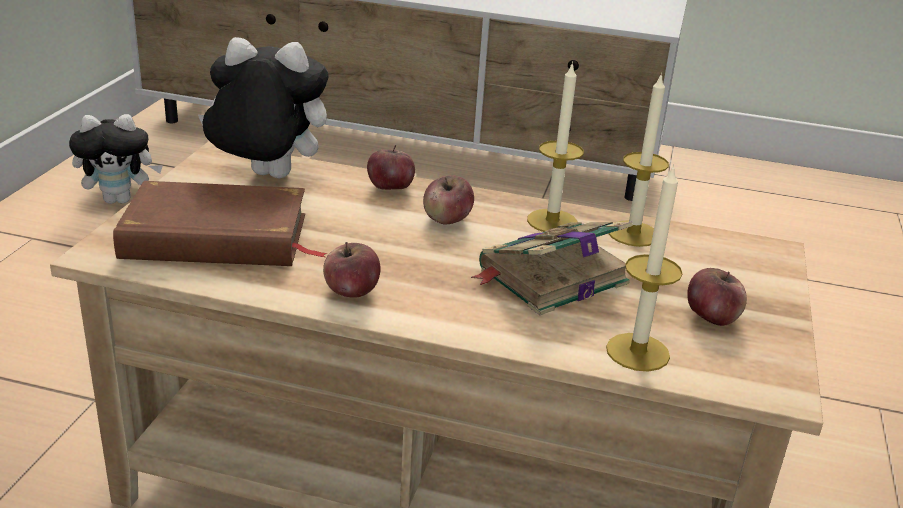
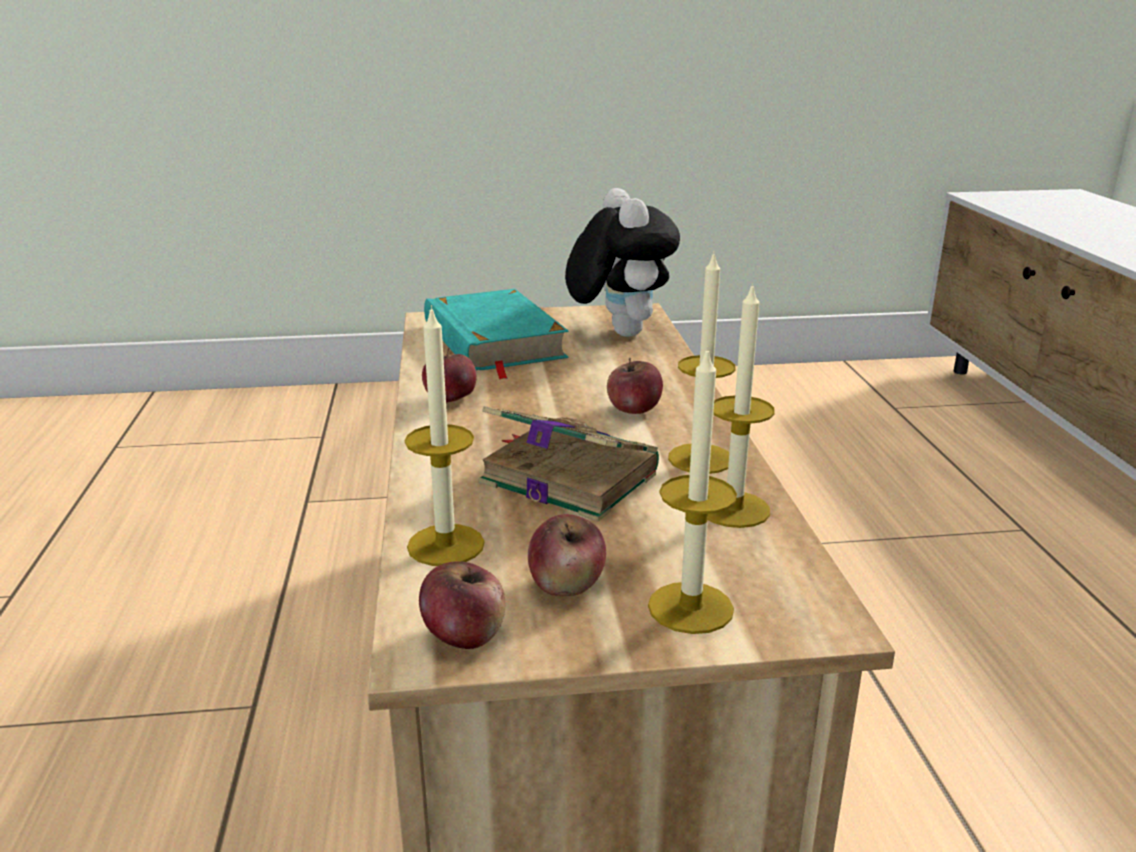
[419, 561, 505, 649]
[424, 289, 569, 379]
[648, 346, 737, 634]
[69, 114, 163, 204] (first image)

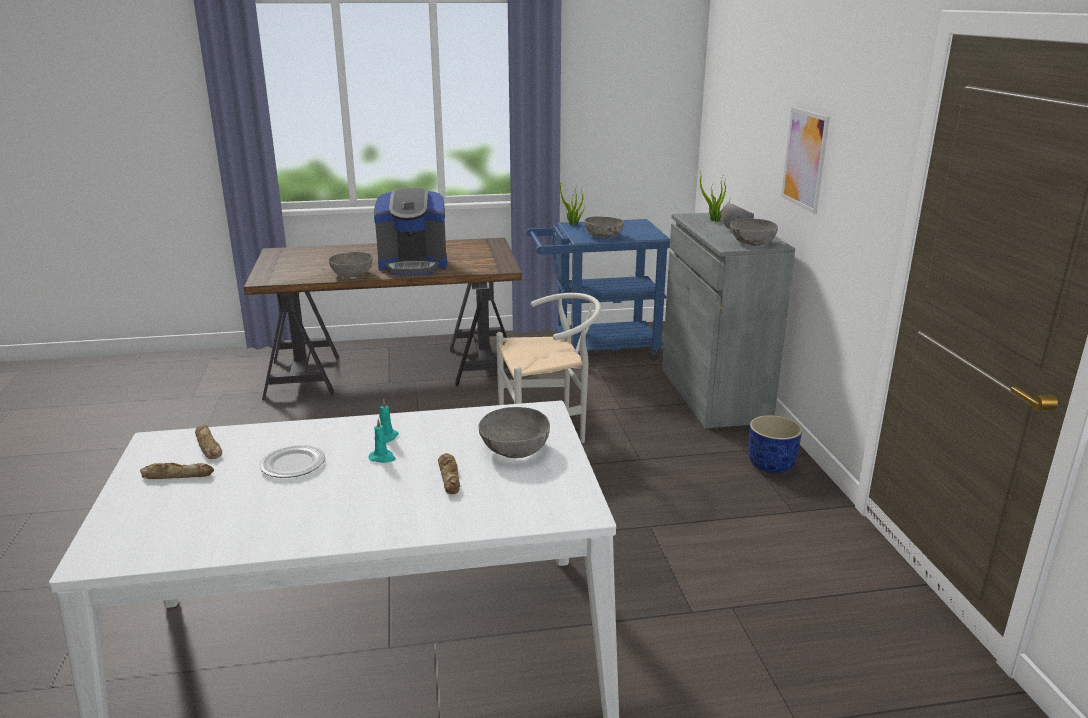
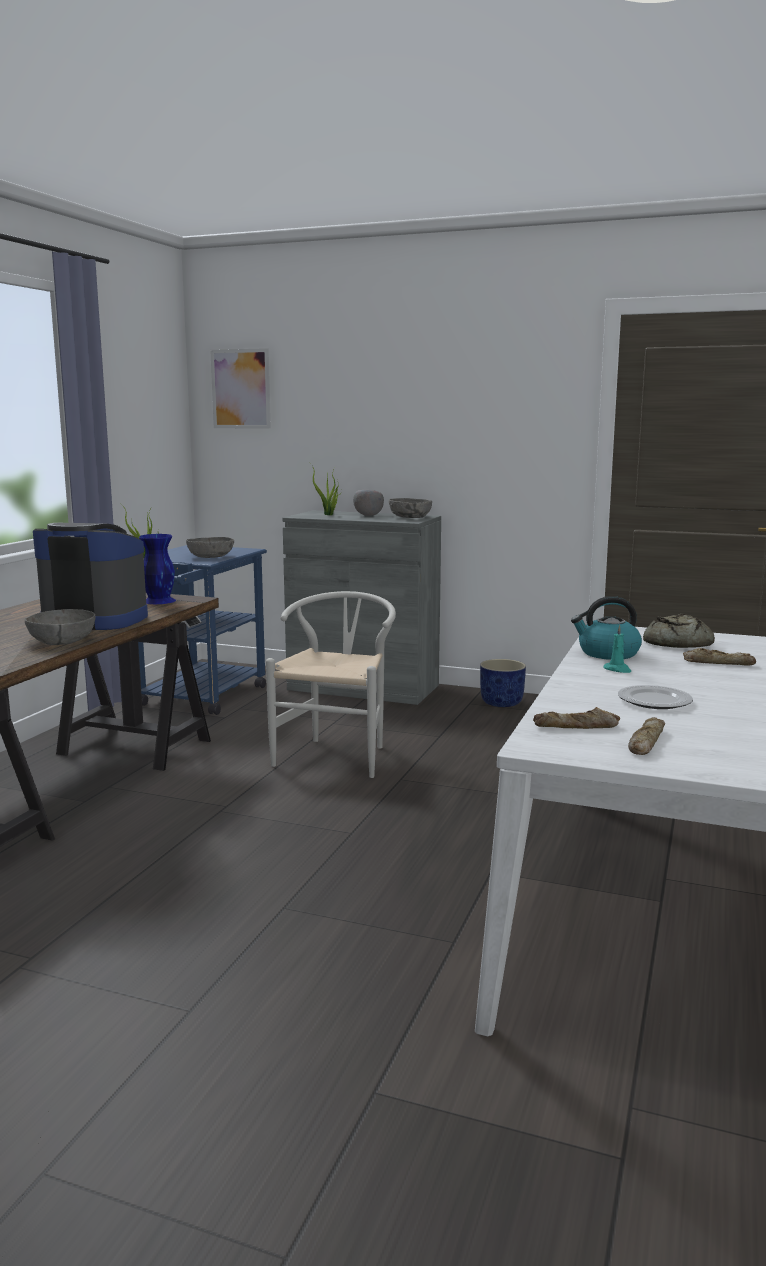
[33, 523, 148, 630]
[139, 534, 176, 604]
[210, 348, 271, 429]
[571, 596, 642, 660]
[643, 613, 715, 648]
[369, 418, 396, 463] (first image)

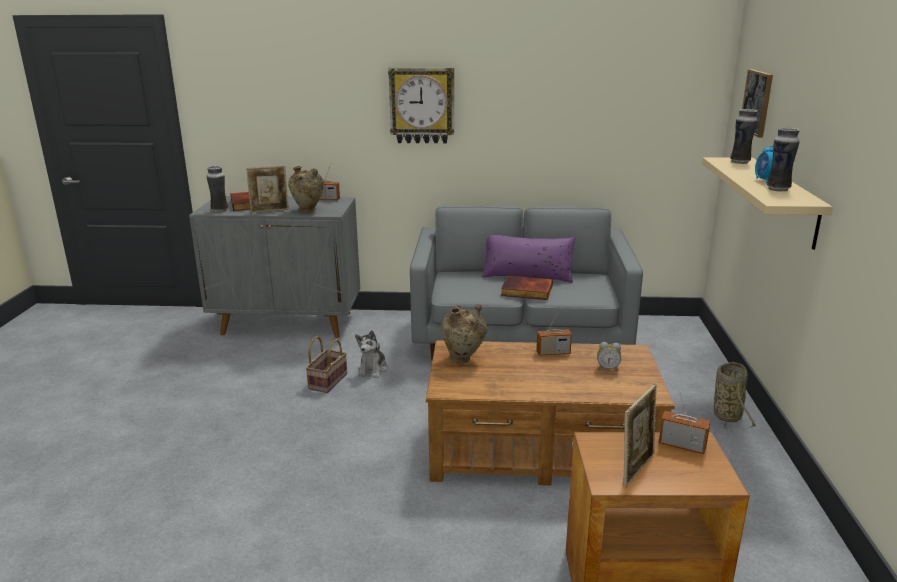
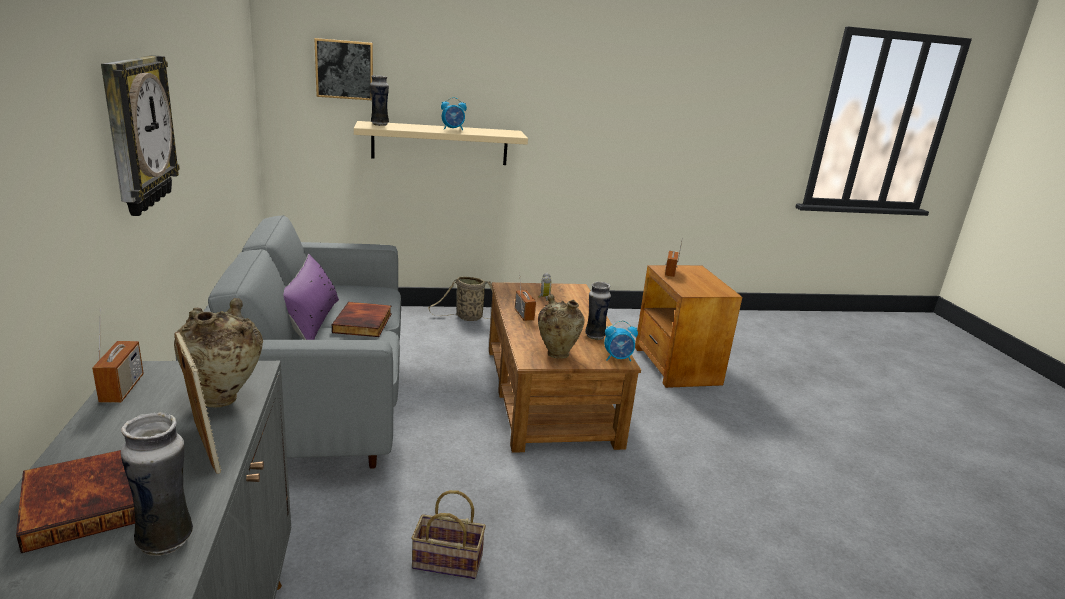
[585, 282, 611, 340]
[604, 321, 638, 362]
[355, 330, 388, 378] (first image)
[624, 384, 657, 487] (first image)

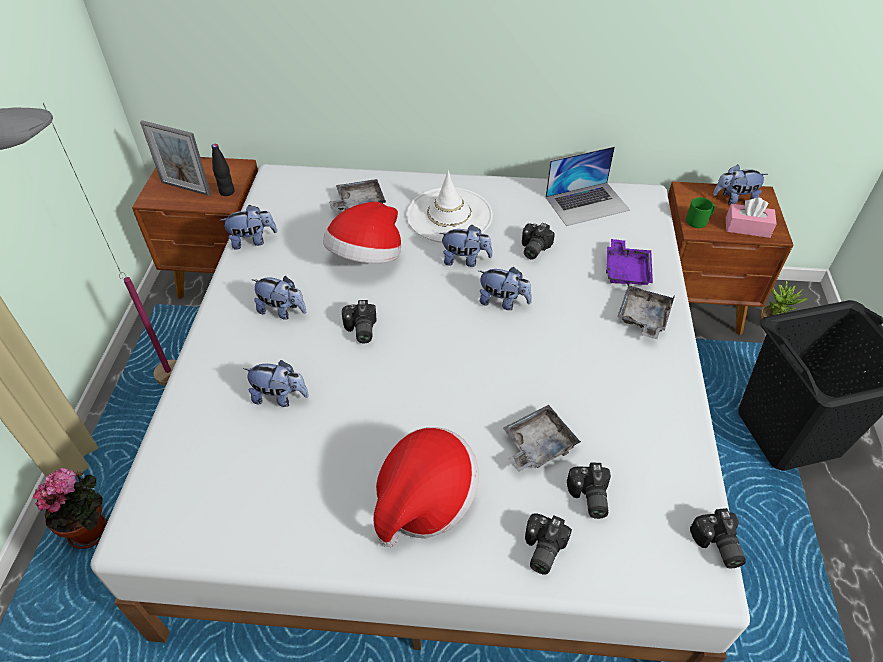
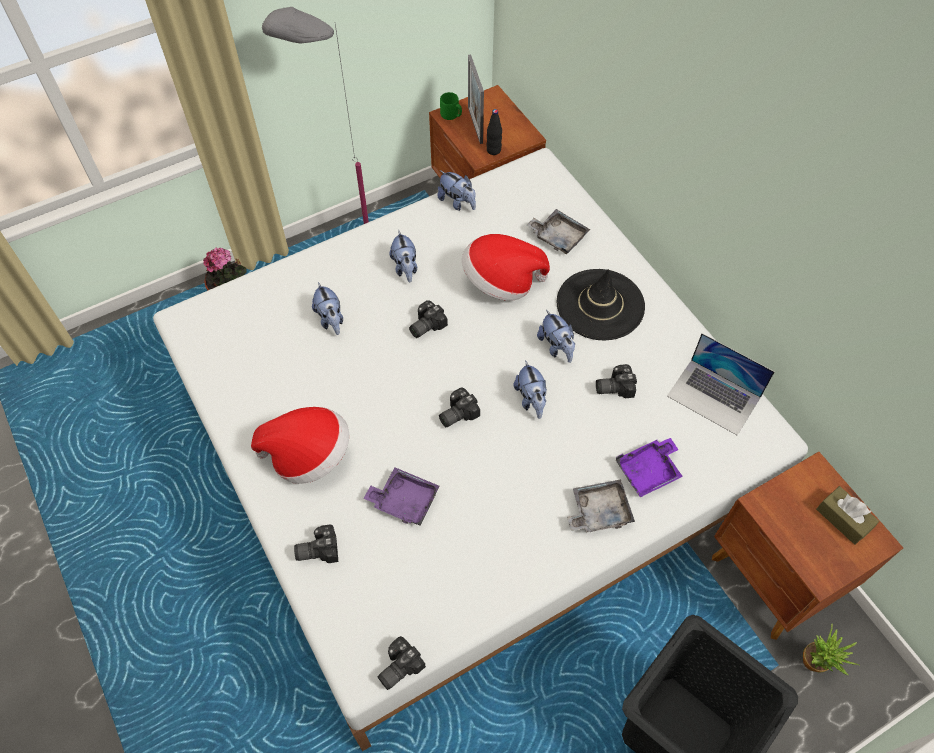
[363, 467, 440, 526]
[439, 387, 480, 427]
[440, 92, 462, 120]
[557, 269, 645, 340]
[816, 486, 879, 545]
[726, 198, 777, 238] (first image)

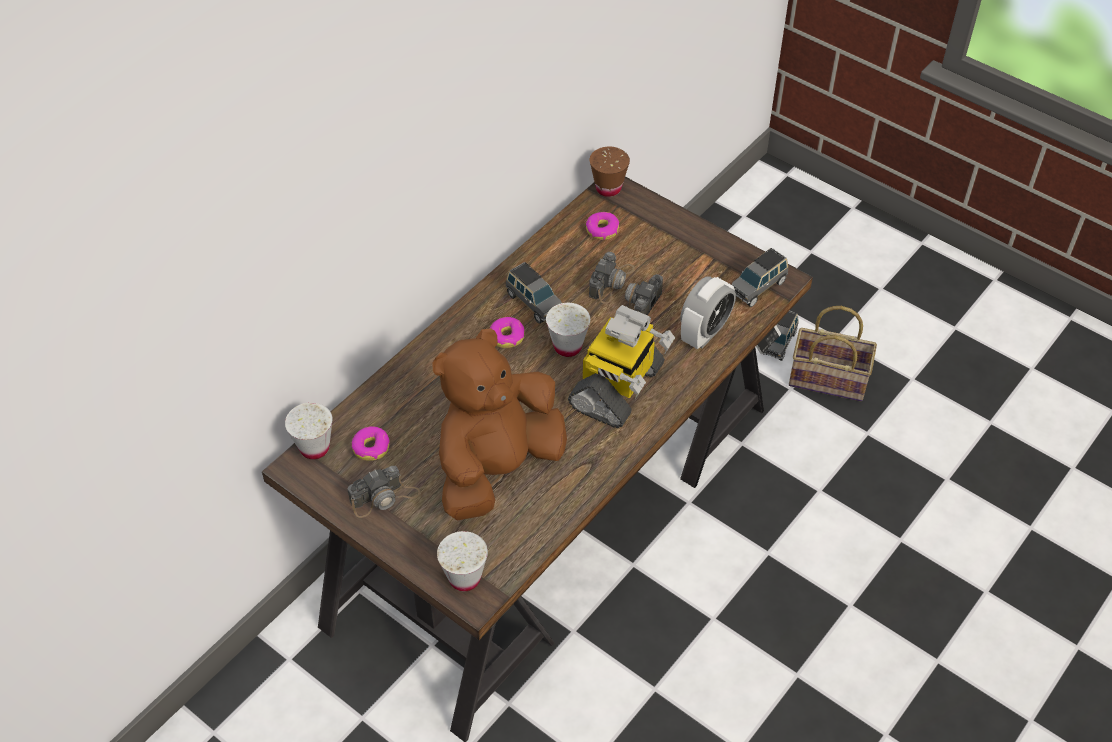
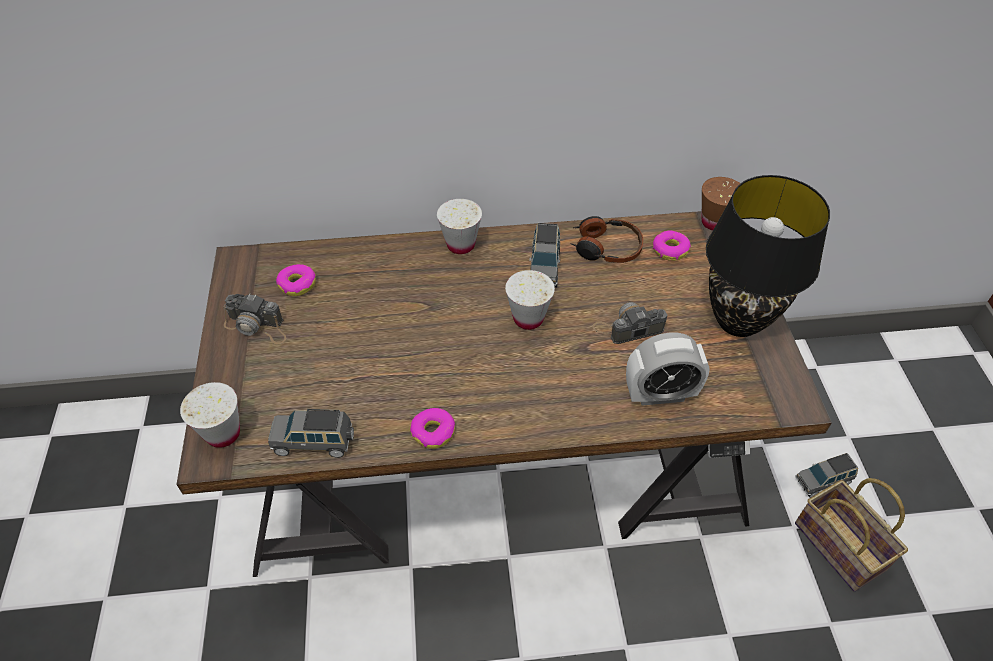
[268, 409, 354, 458]
[410, 408, 455, 449]
[437, 199, 482, 254]
[572, 216, 643, 263]
[706, 175, 830, 337]
[433, 329, 567, 521] (first image)
[568, 305, 675, 428] (first image)
[589, 252, 635, 304] (first image)

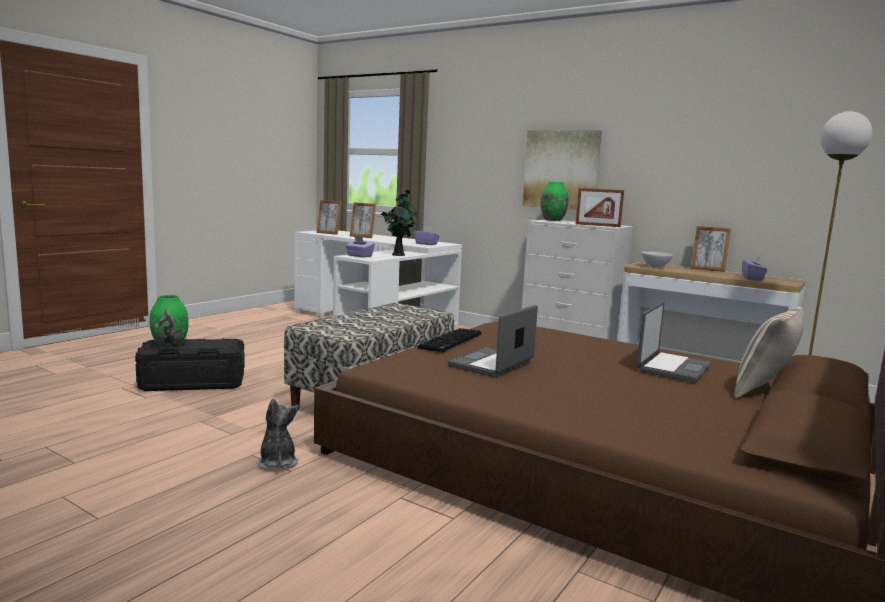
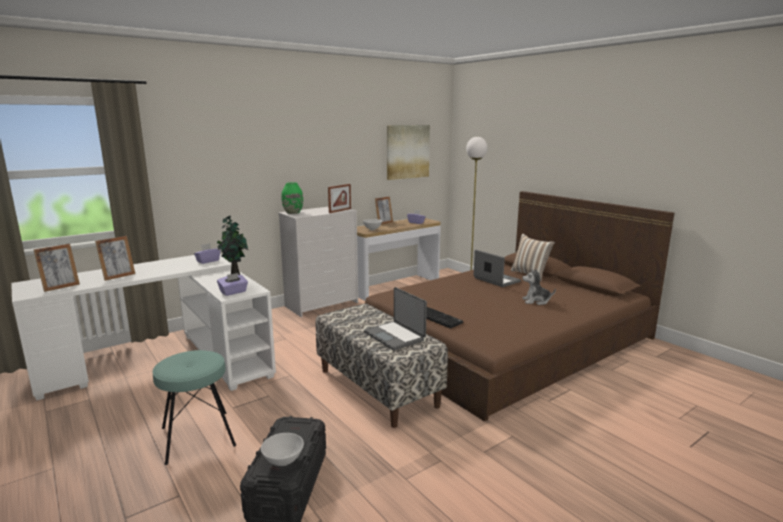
[152, 350, 236, 465]
[261, 433, 304, 466]
[364, 287, 427, 350]
[387, 125, 430, 180]
[522, 269, 556, 305]

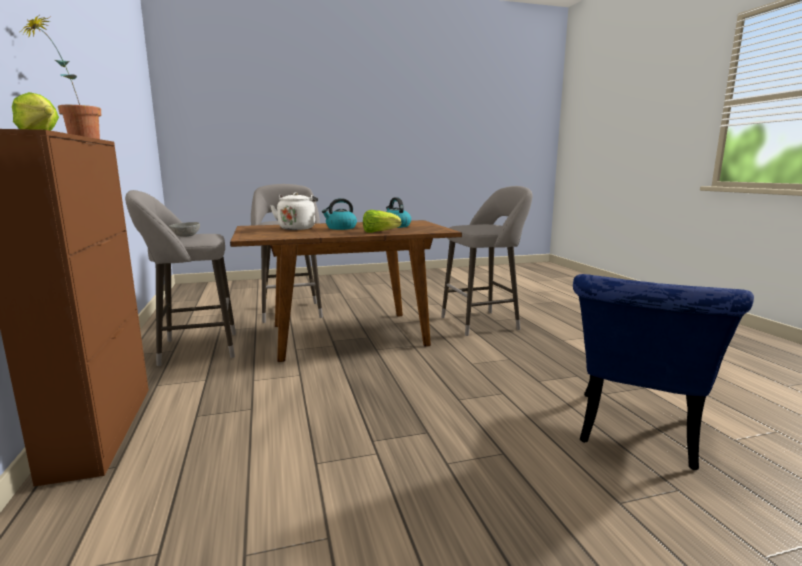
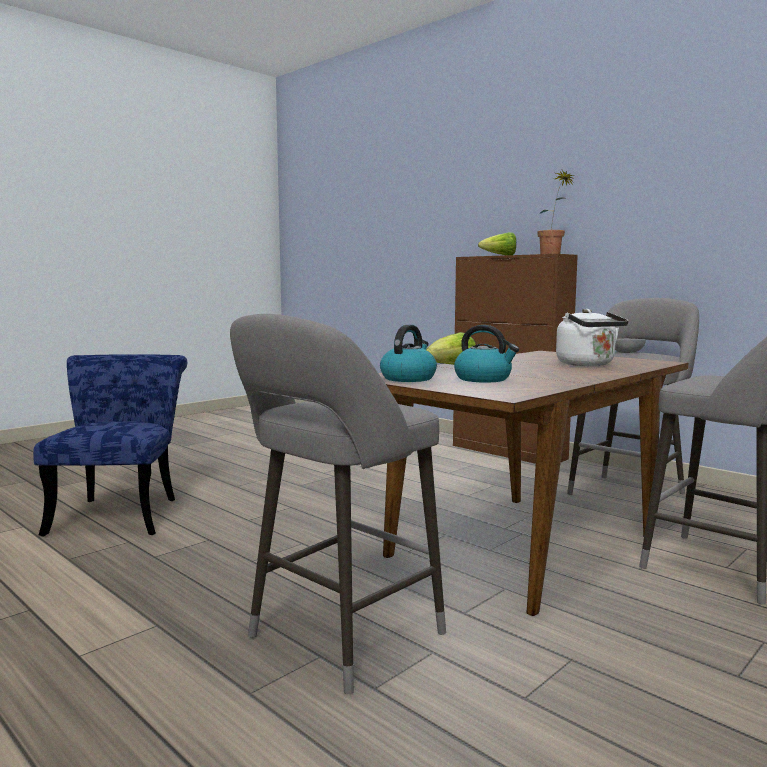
[380, 325, 437, 382]

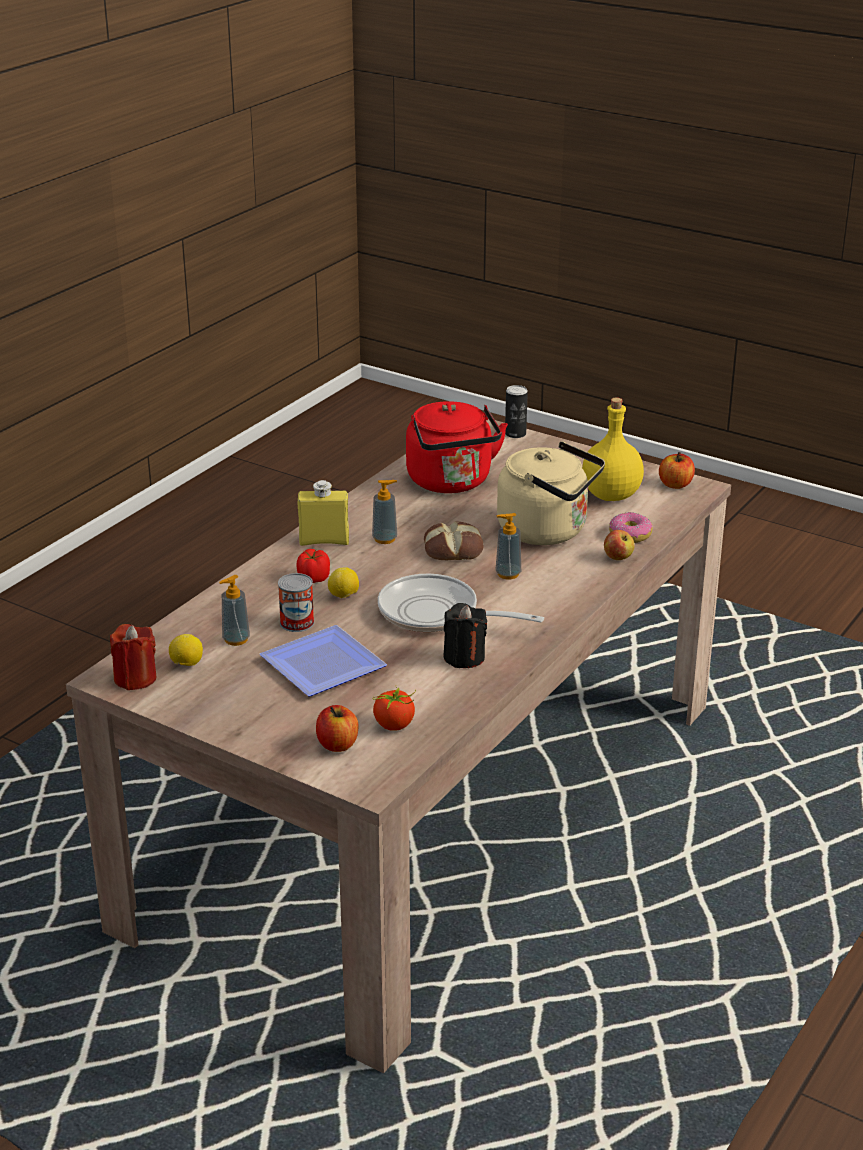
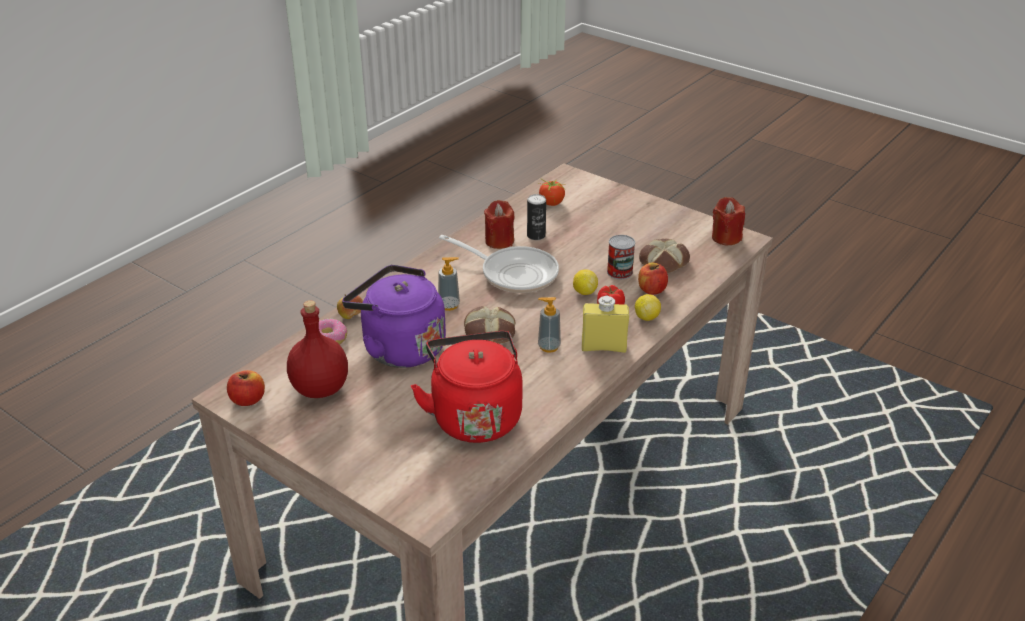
[287, 300, 348, 398]
[342, 265, 446, 368]
[484, 200, 515, 249]
[527, 194, 546, 240]
[635, 294, 661, 321]
[638, 263, 668, 295]
[639, 239, 690, 273]
[260, 625, 387, 697] (first image)

